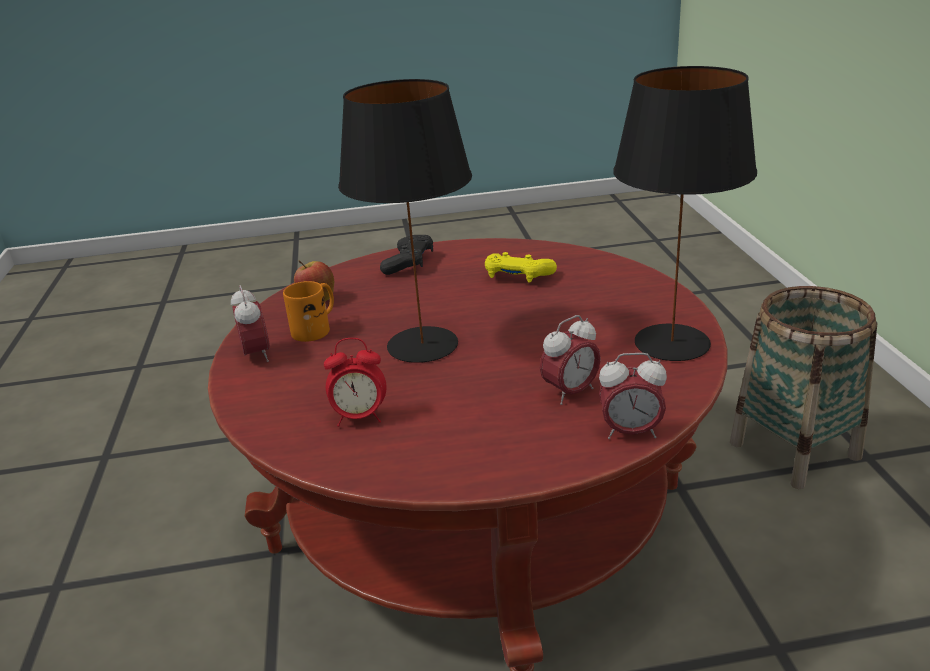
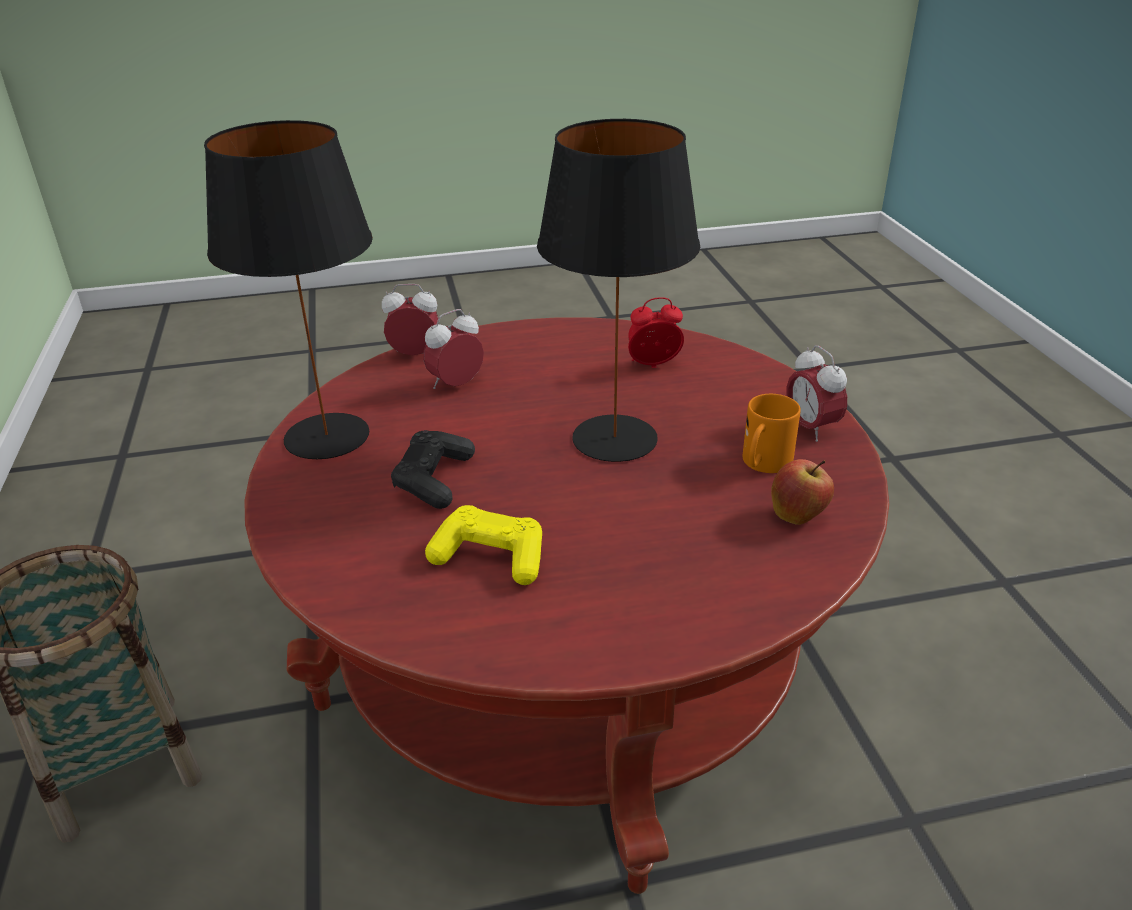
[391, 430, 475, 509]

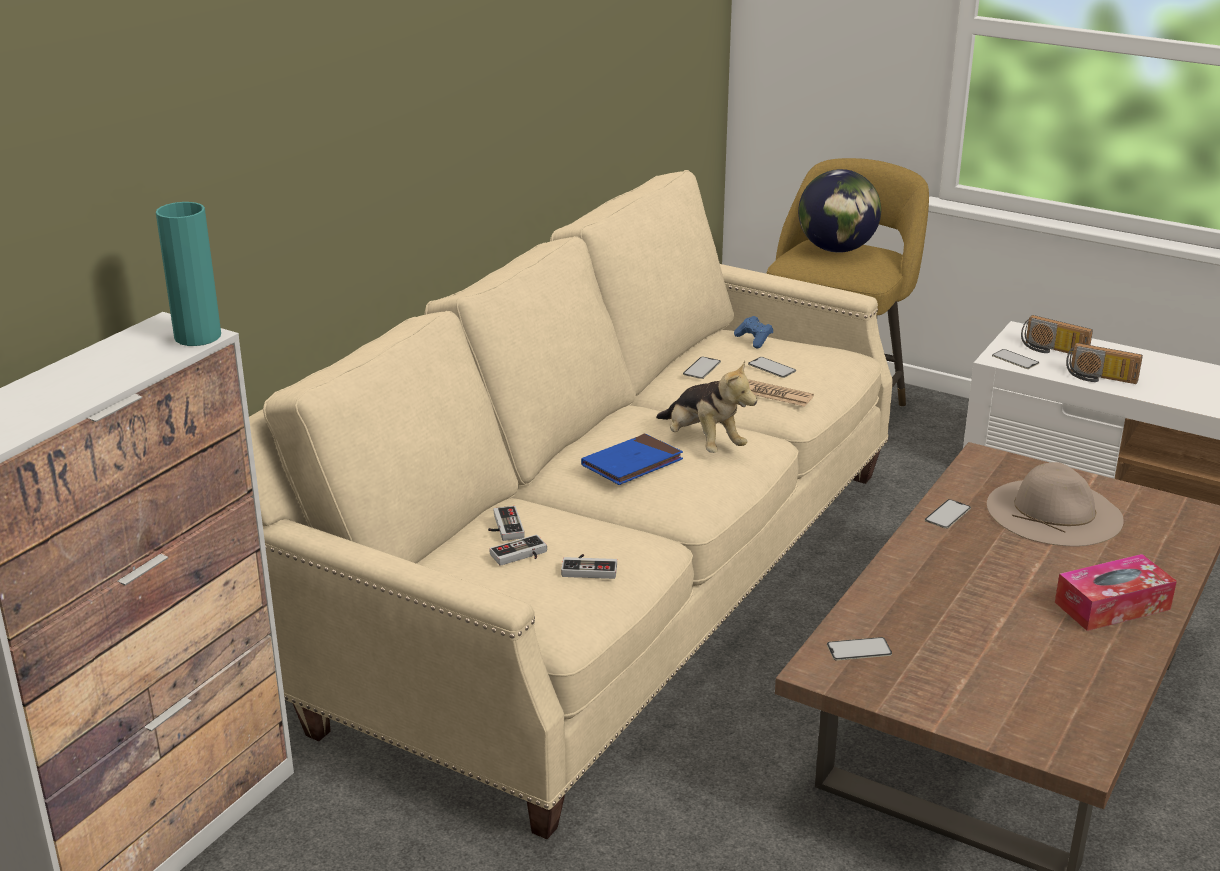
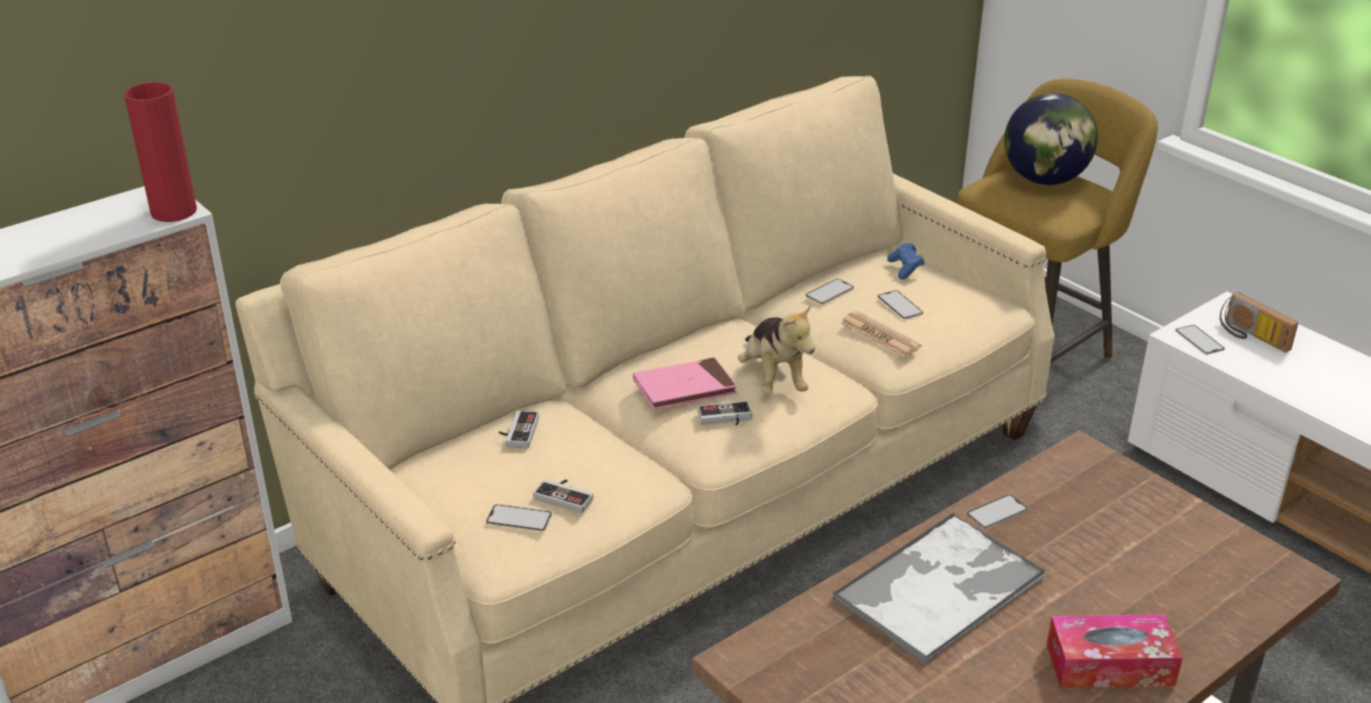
[124, 82, 197, 222]
[486, 504, 552, 531]
[633, 357, 738, 410]
[697, 401, 752, 425]
[832, 512, 1046, 665]
[987, 462, 1124, 547] (first image)
[1066, 343, 1143, 384] (first image)

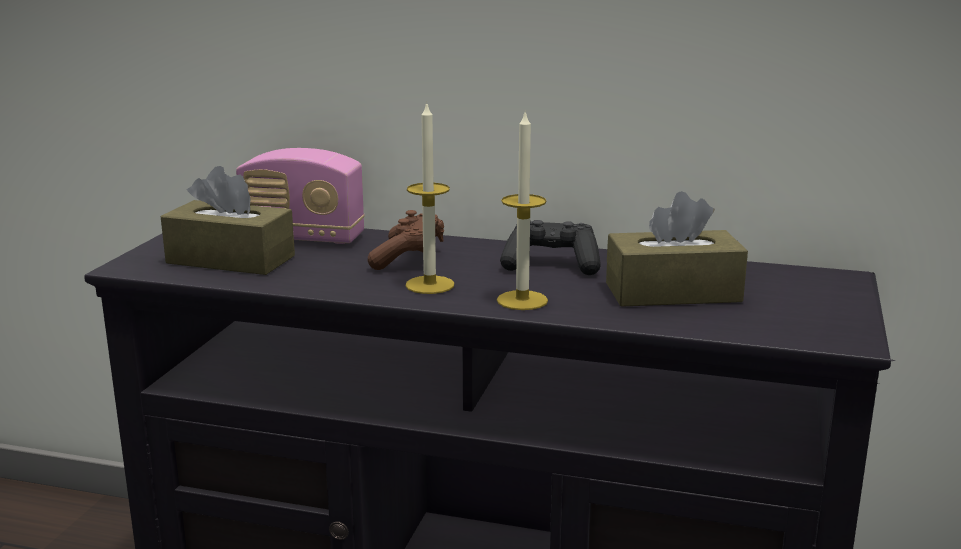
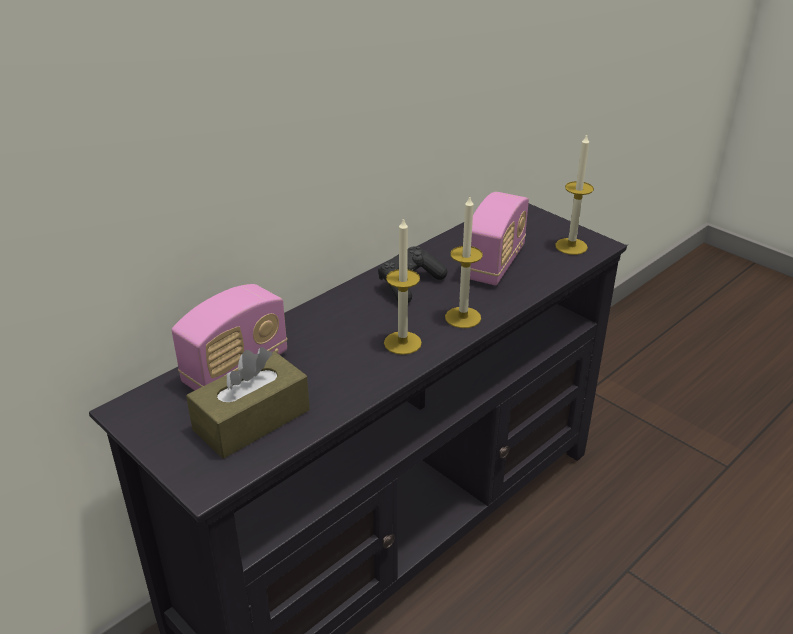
[470, 192, 529, 285]
[555, 134, 594, 255]
[368, 210, 444, 270] (first image)

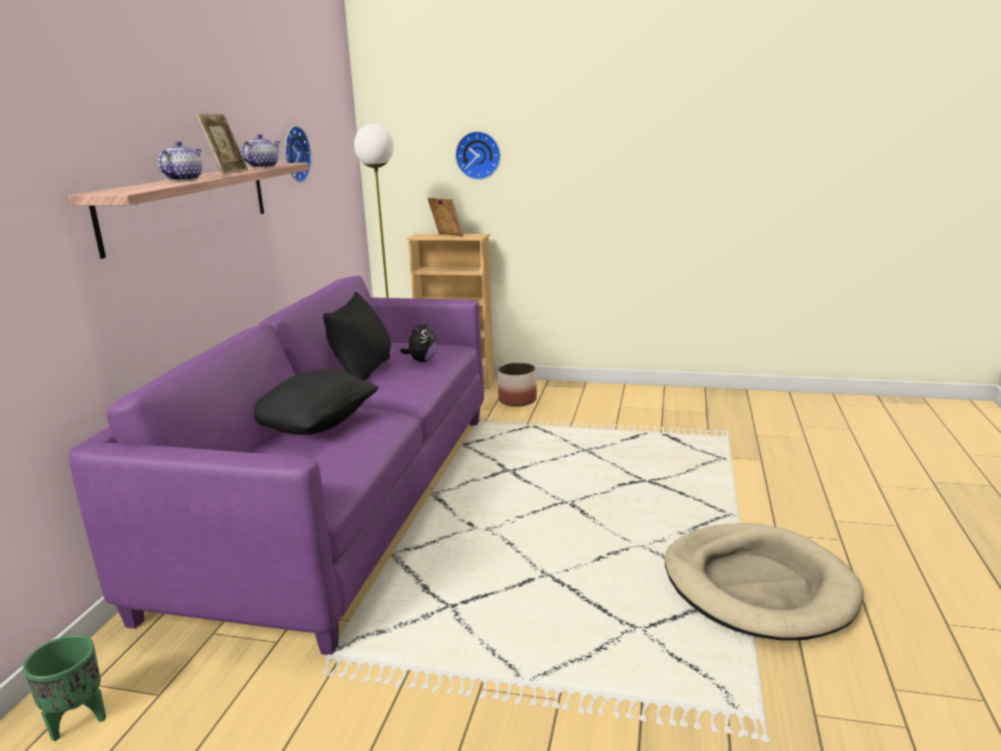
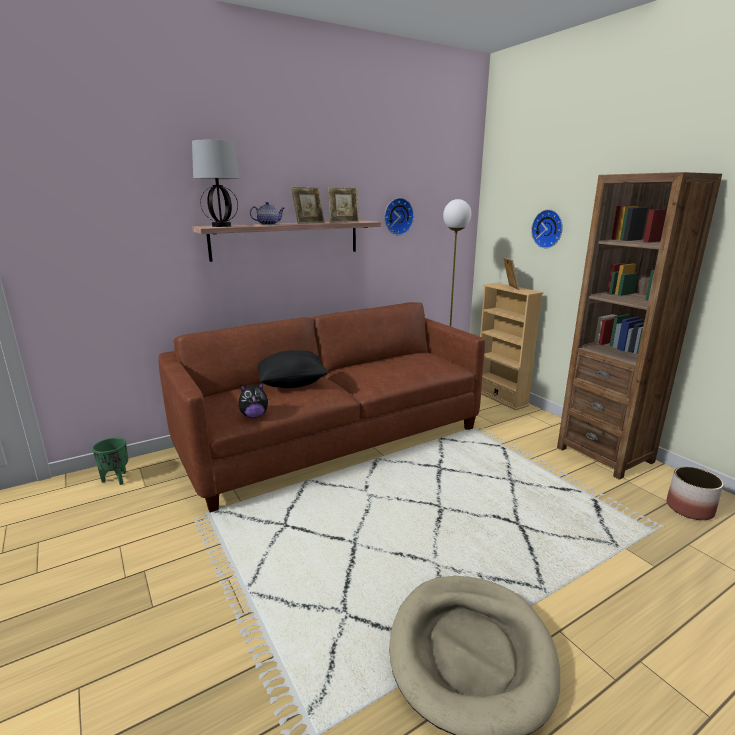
[158, 302, 485, 513]
[192, 140, 240, 227]
[239, 382, 269, 418]
[328, 187, 359, 222]
[557, 172, 722, 480]
[667, 467, 724, 520]
[323, 292, 391, 380] (first image)

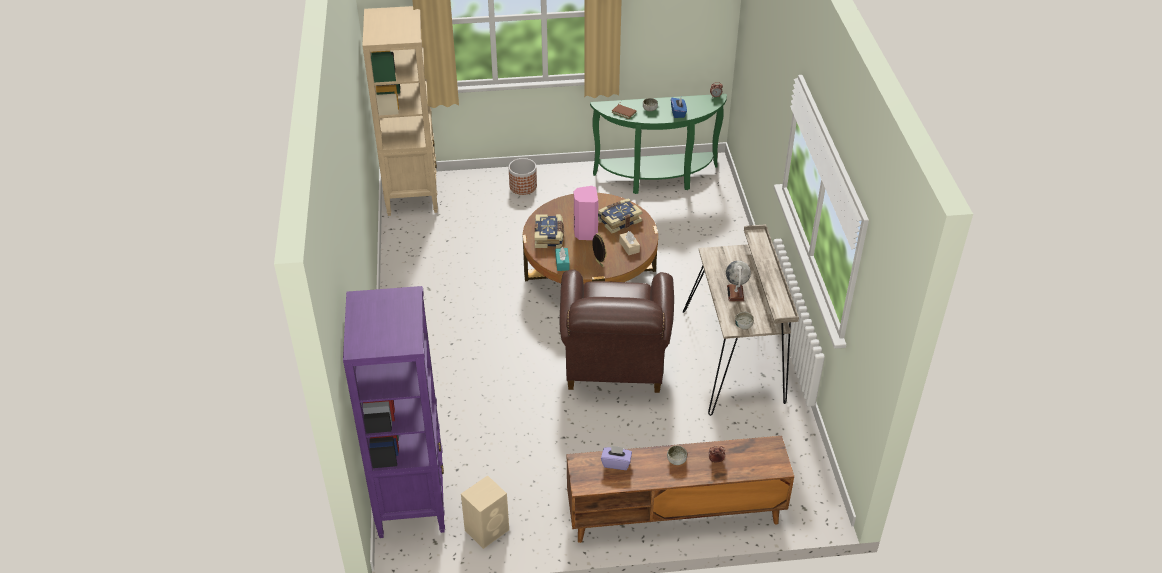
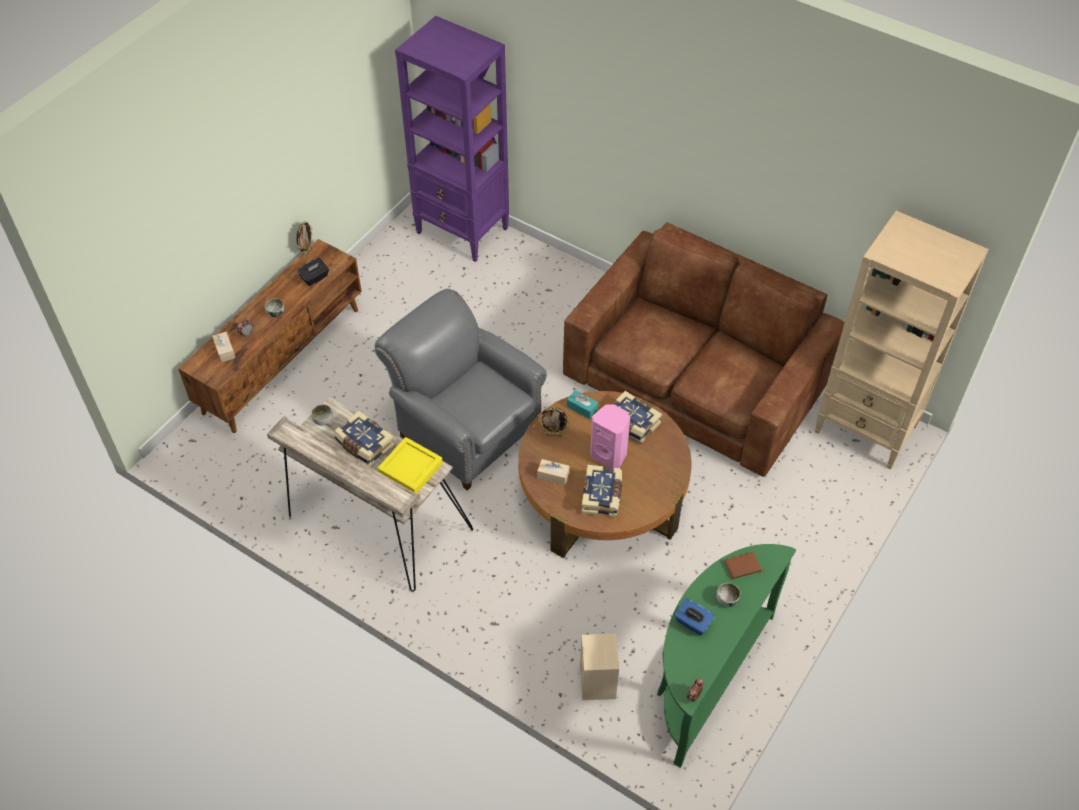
[212, 332, 235, 362]
[296, 221, 312, 258]
[297, 258, 329, 286]
[334, 411, 395, 467]
[375, 289, 547, 491]
[378, 437, 443, 494]
[563, 222, 845, 477]
[580, 634, 619, 700]
[509, 158, 537, 195] (first image)

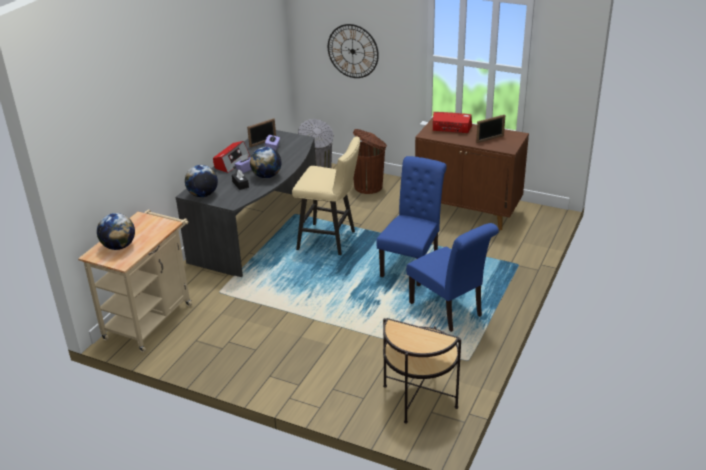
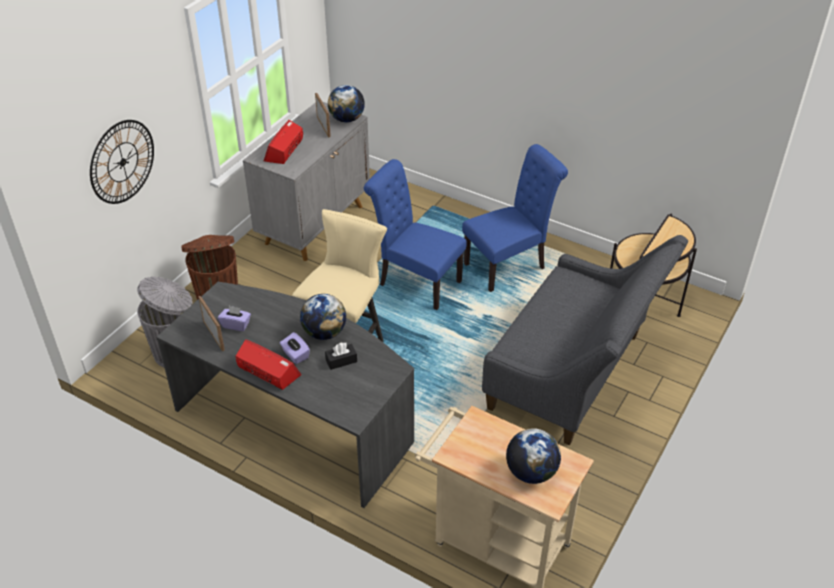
[243, 102, 370, 261]
[328, 85, 365, 123]
[482, 235, 688, 445]

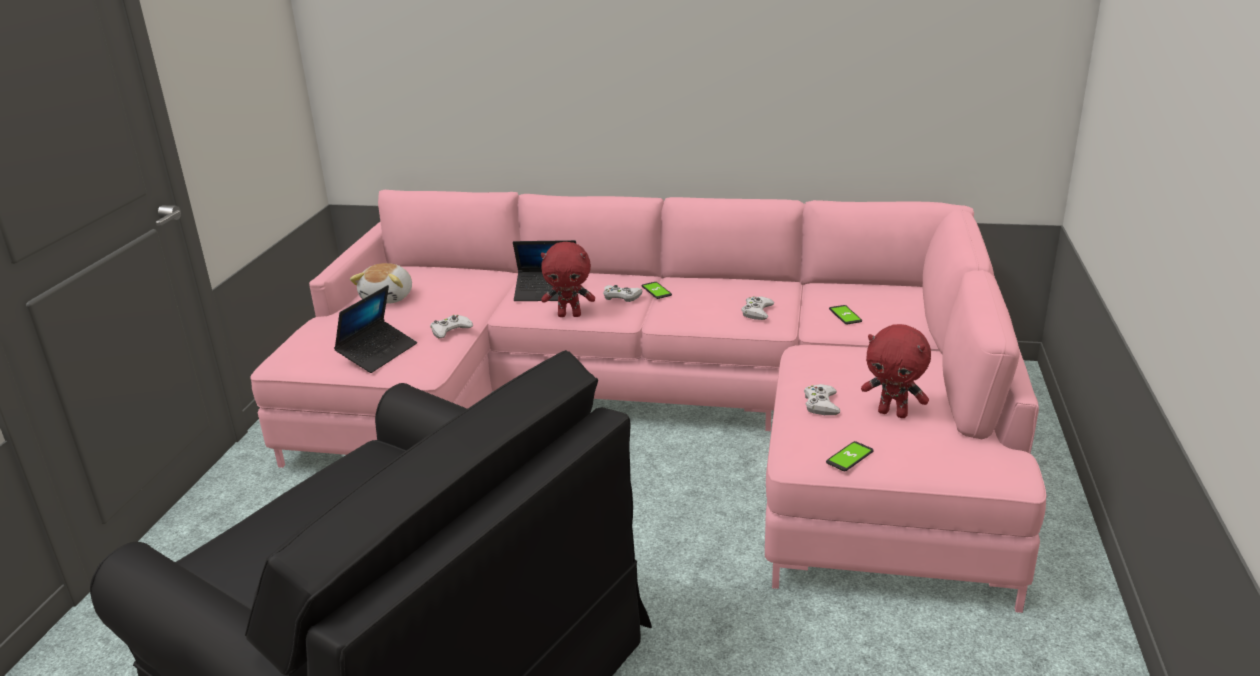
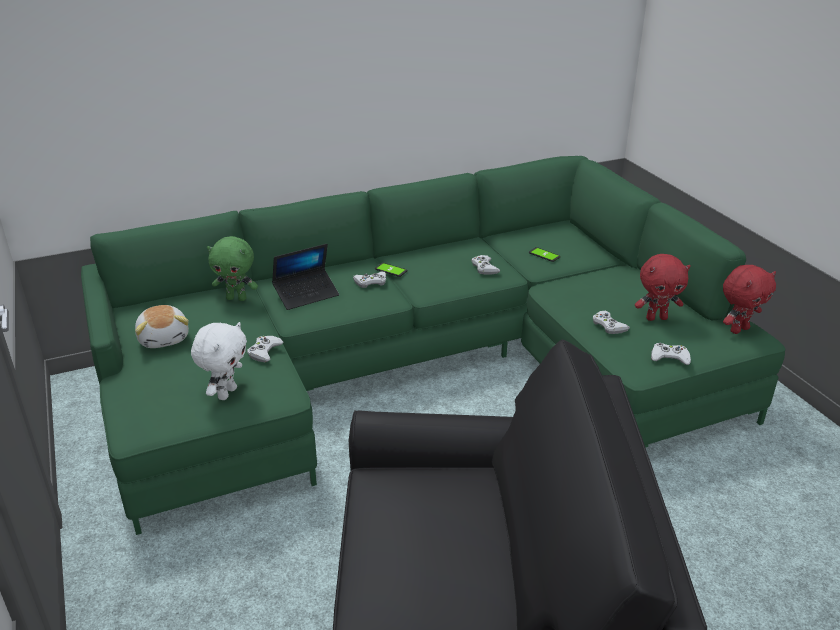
[81, 156, 785, 535]
[191, 322, 247, 400]
[207, 236, 258, 301]
[651, 343, 691, 365]
[723, 265, 776, 334]

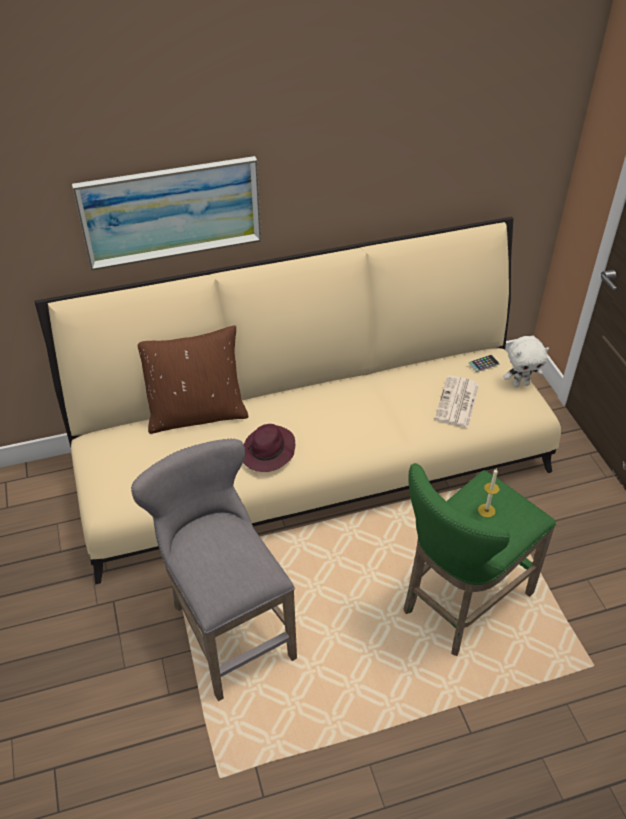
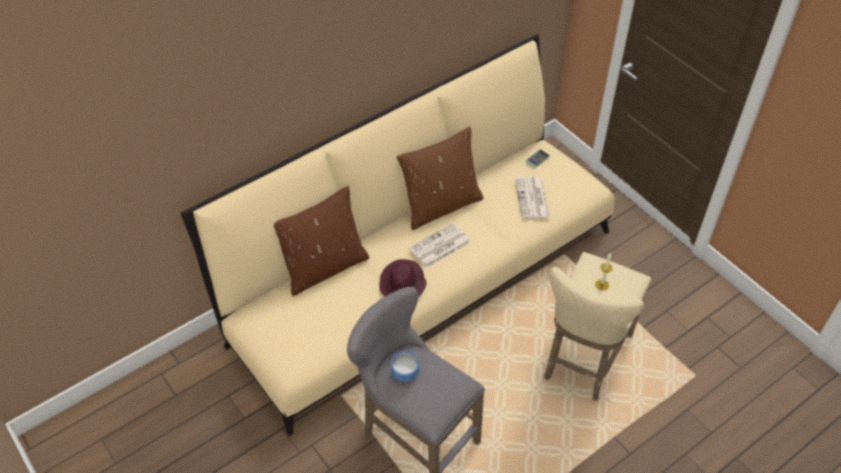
[391, 351, 419, 382]
[397, 127, 483, 230]
[409, 223, 471, 268]
[544, 252, 651, 400]
[72, 156, 261, 270] (first image)
[504, 336, 549, 387] (first image)

